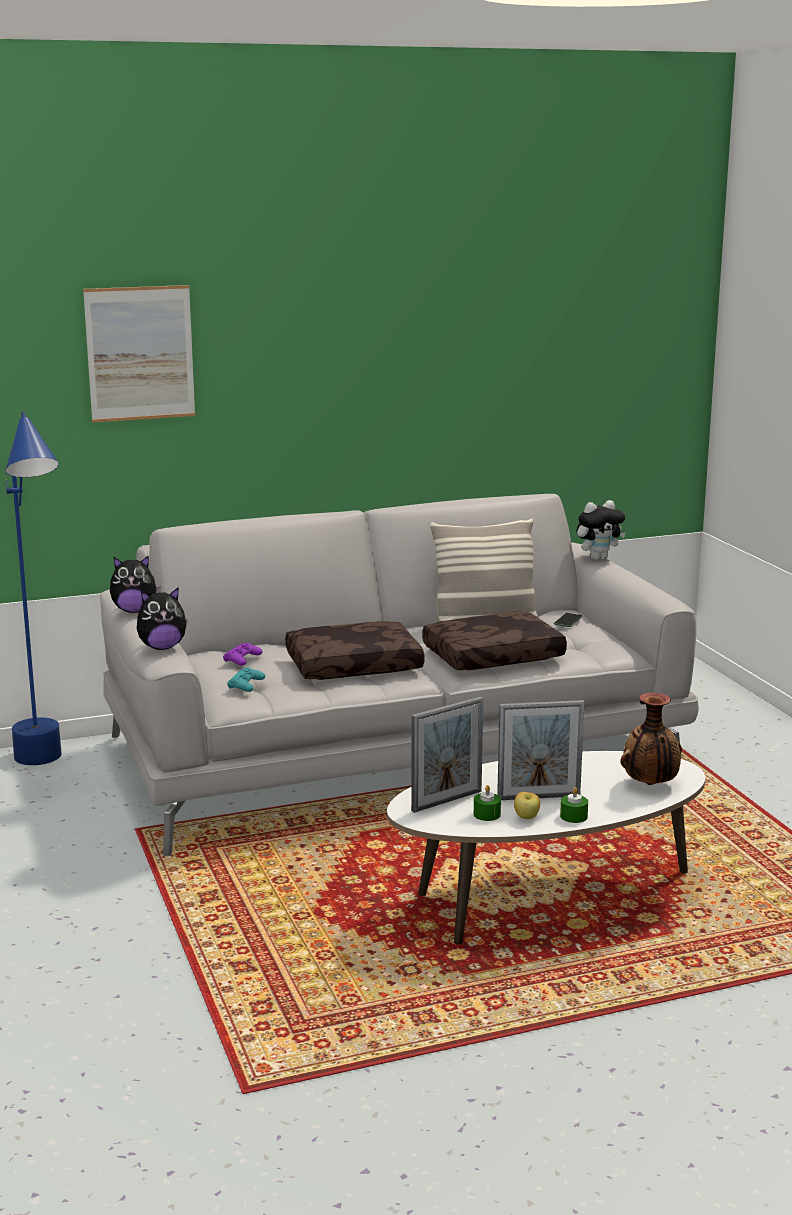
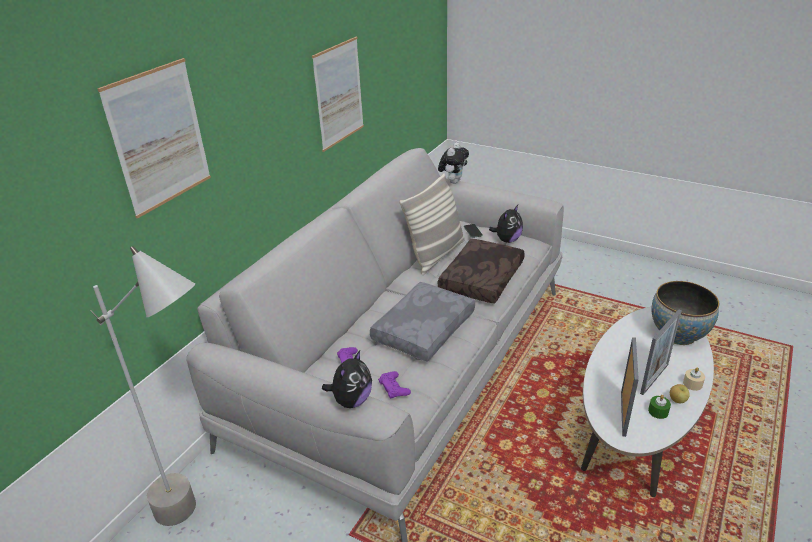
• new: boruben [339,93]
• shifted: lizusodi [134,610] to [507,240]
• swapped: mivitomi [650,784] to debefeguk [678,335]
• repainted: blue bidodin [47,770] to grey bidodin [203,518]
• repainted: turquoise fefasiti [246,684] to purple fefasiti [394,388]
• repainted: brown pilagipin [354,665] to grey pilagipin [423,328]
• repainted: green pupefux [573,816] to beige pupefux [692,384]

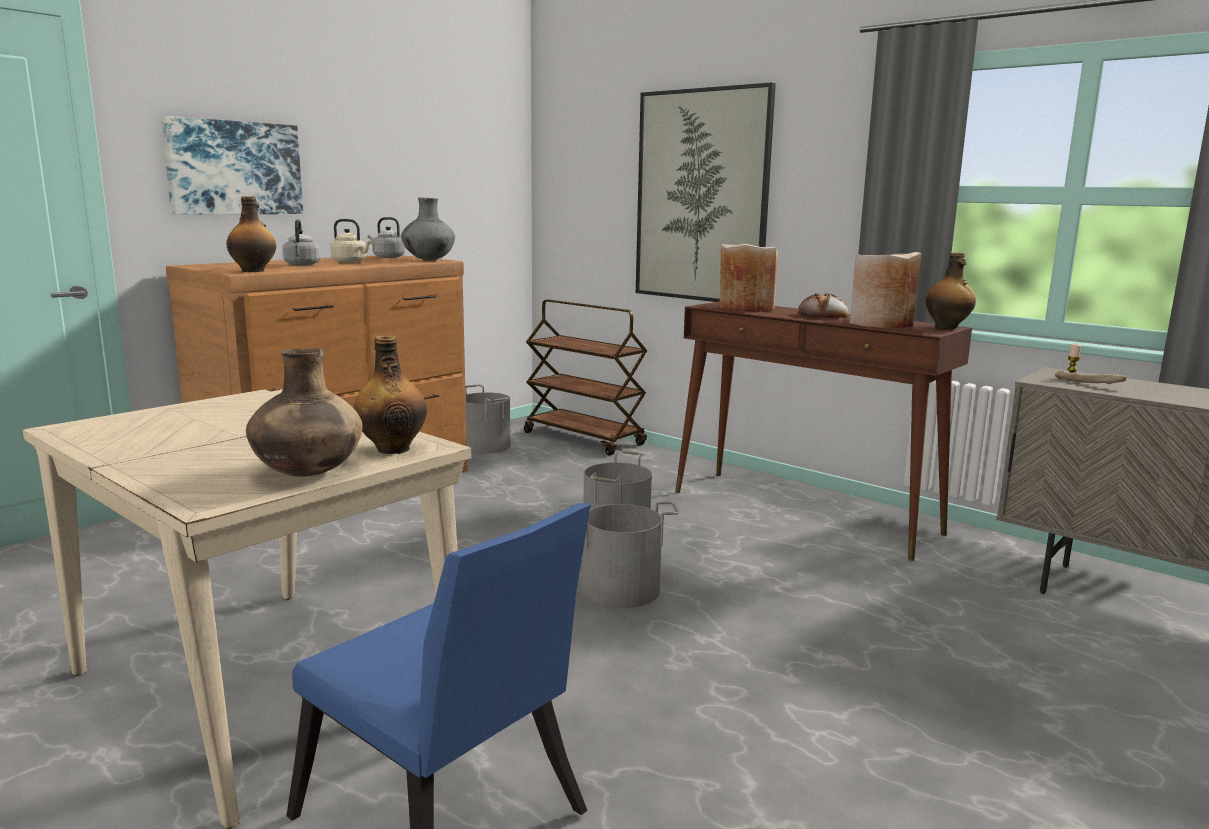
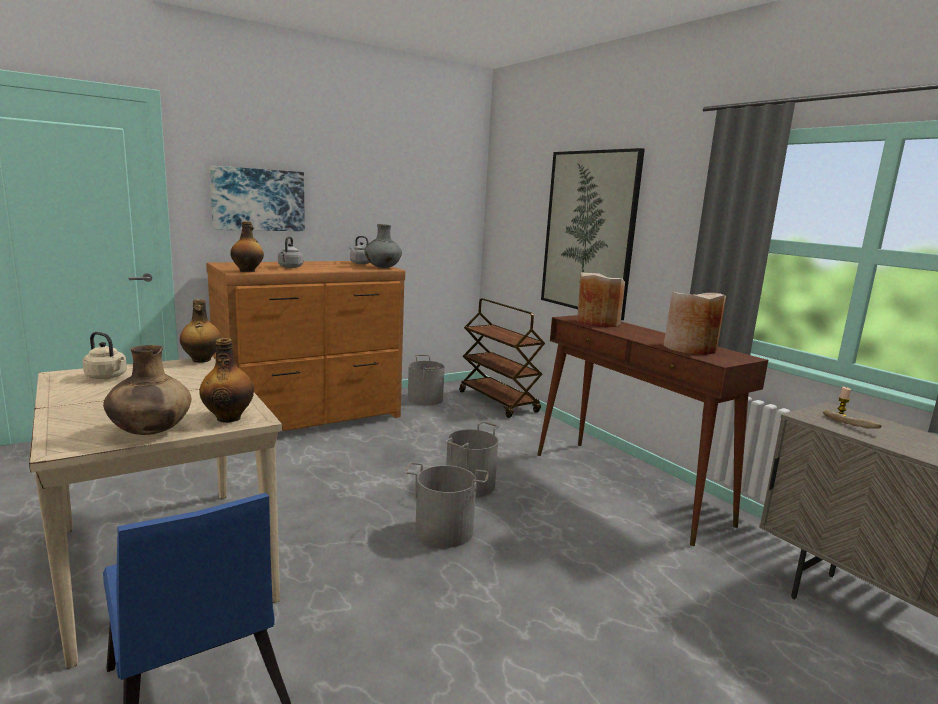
• gone: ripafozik [823,315]
• shifted: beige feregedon [351,262] to [107,377]
• shifted: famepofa [947,327] to [201,360]

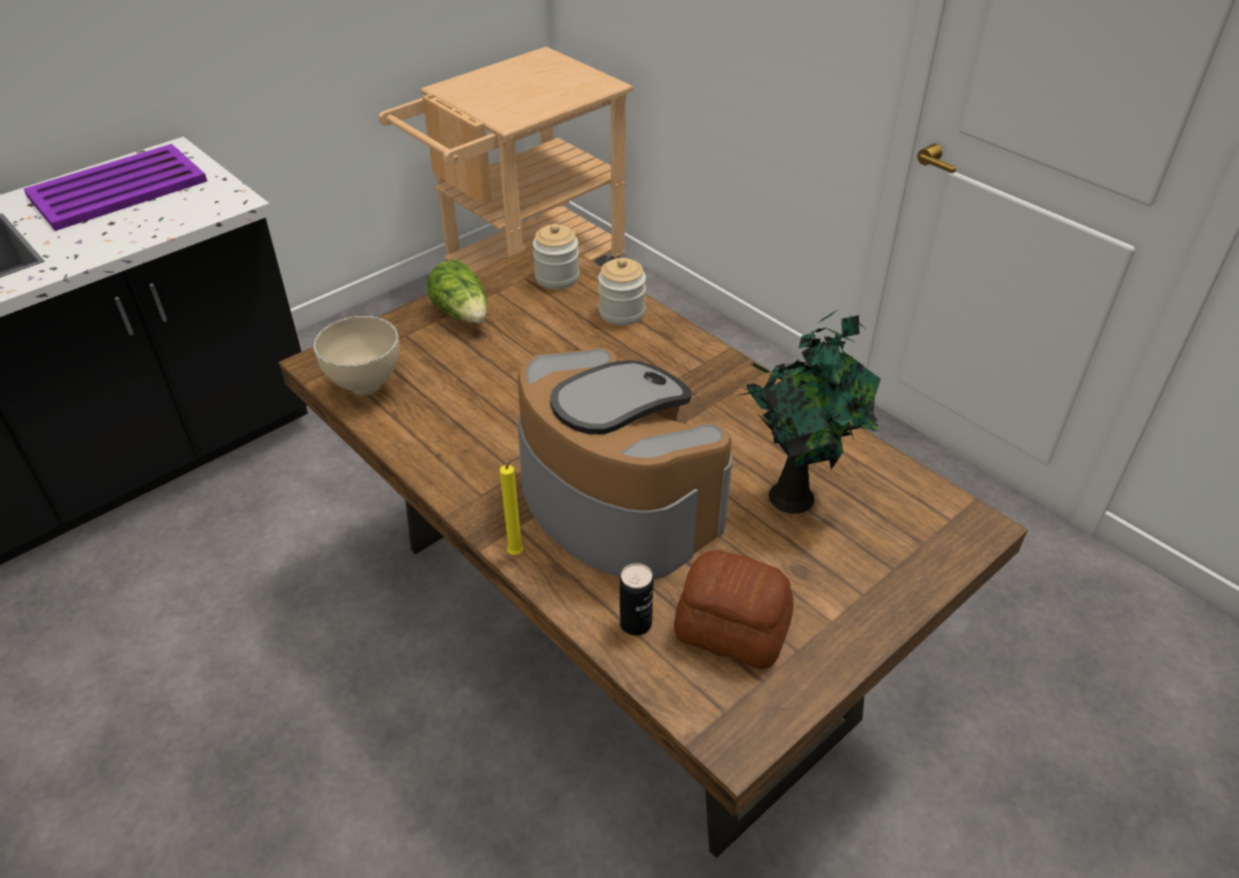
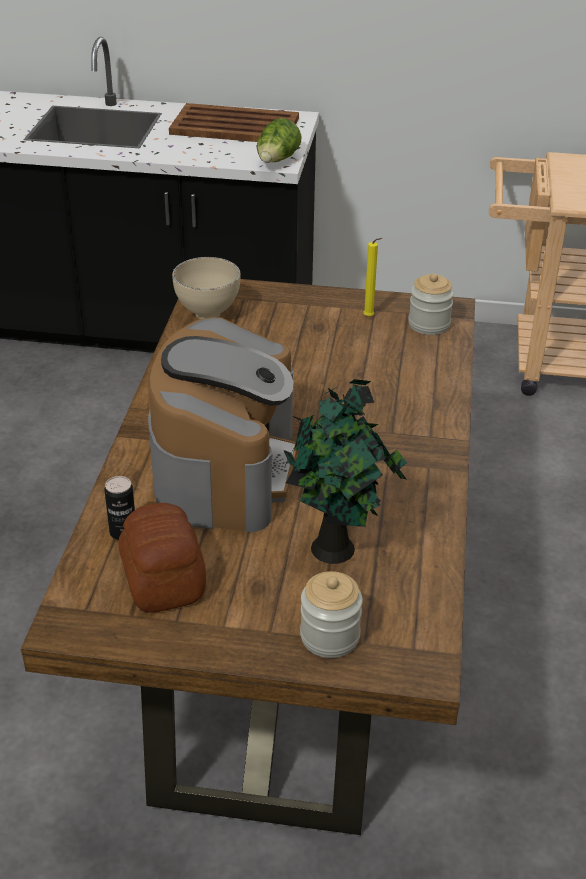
• shifted: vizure [463,313] to [277,161]
• shifted: yellow pupefux [518,553] to [370,317]
• shifted: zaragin [621,313] to [329,636]
• repainted: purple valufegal [120,188] to brown valufegal [236,126]

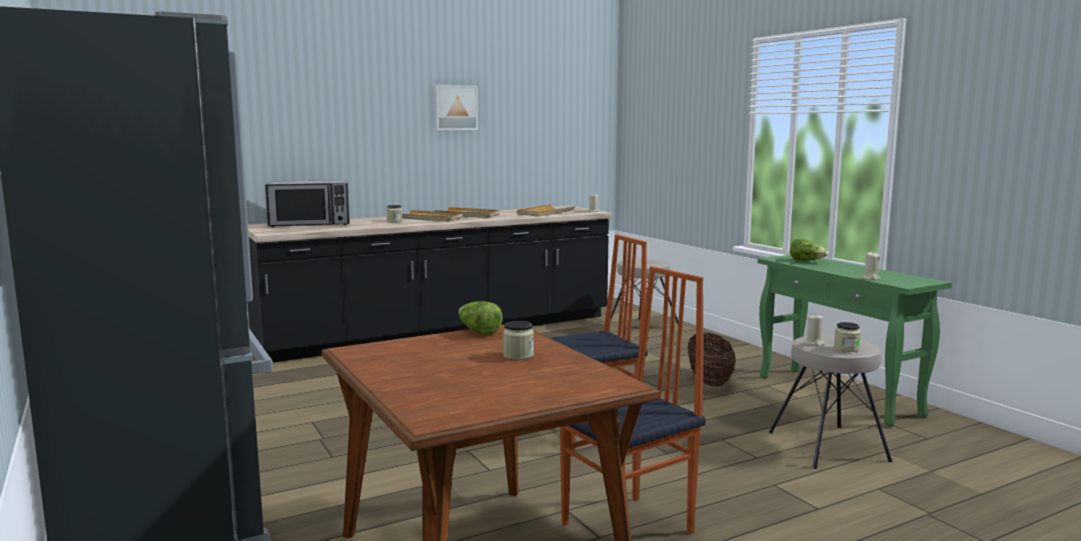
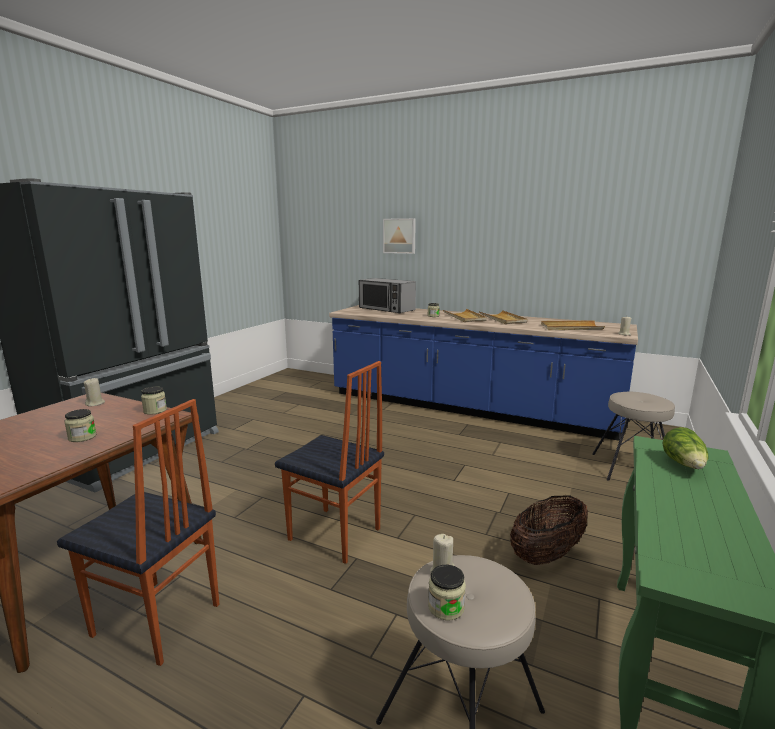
• shifted: boruben [455,107] to [399,236]
• shifted: beige pupefux [870,278] to [95,404]
• swapped: vizure [478,331] to zaragin [155,410]
• repainted: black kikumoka [440,331] to blue kikumoka [468,407]

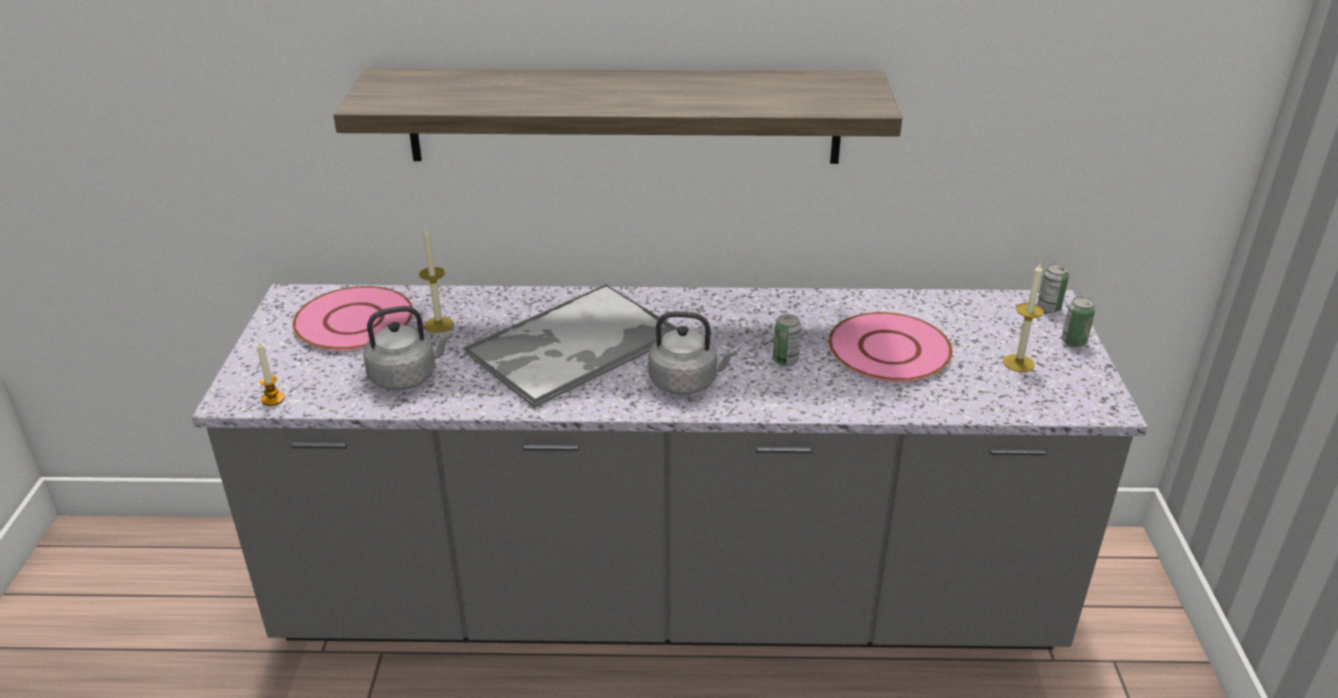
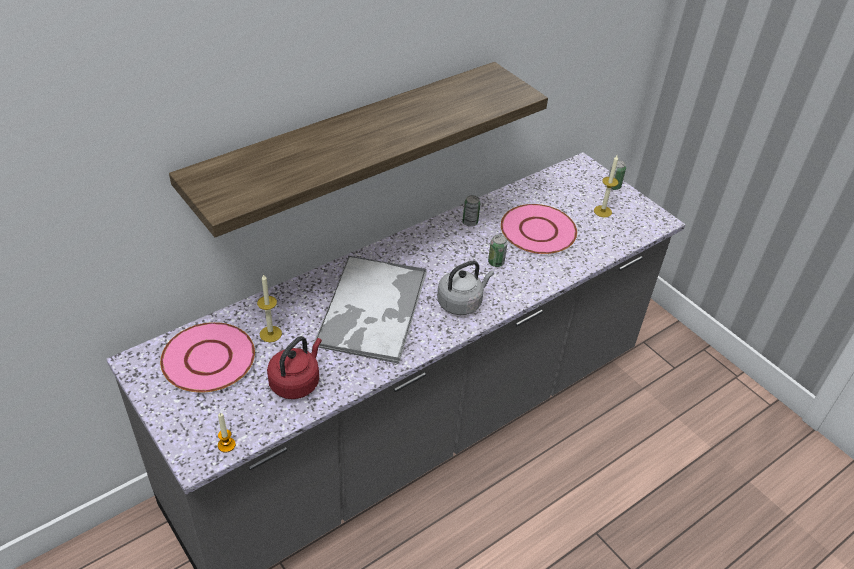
• shifted: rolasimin [1048,307] to [470,222]
• repainted: grey feregedon [407,377] to red feregedon [296,382]

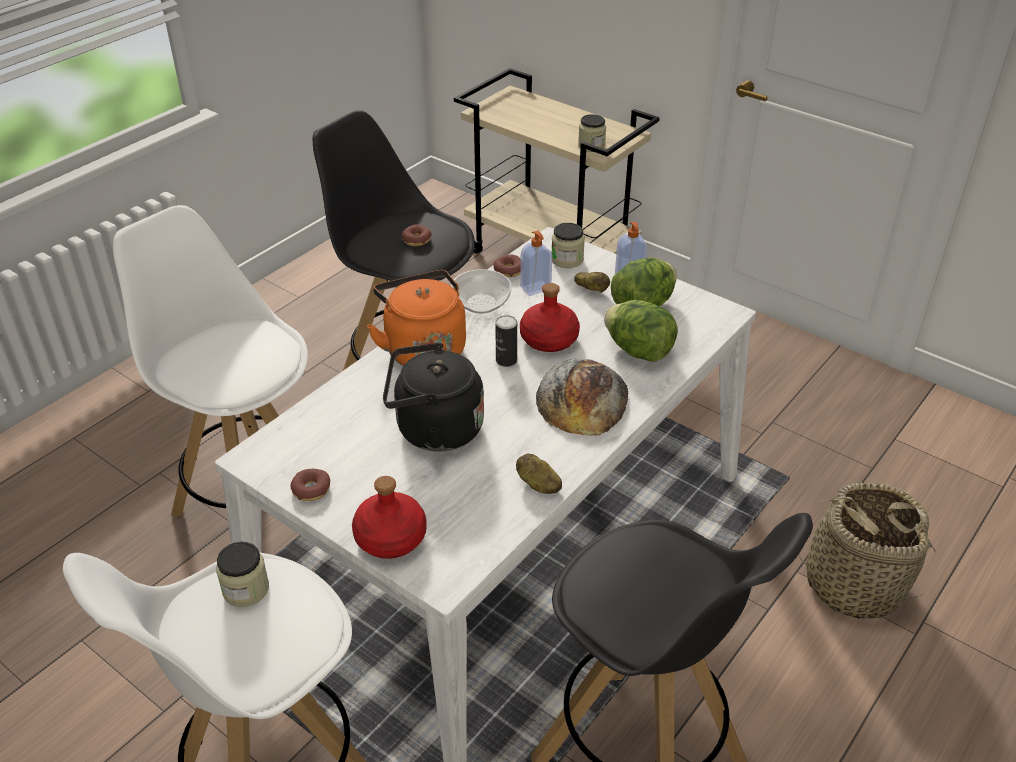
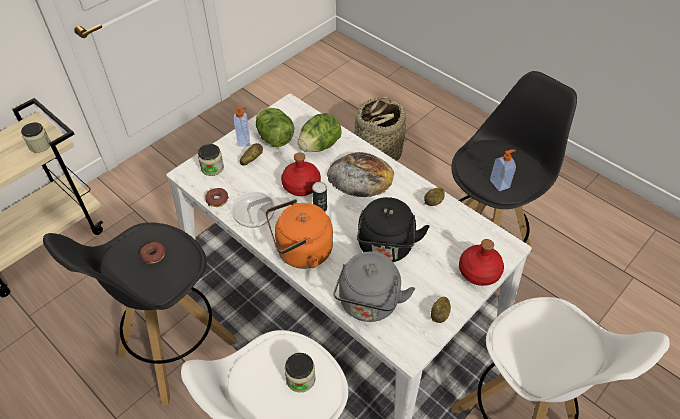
• new: grey feregedon [368,304]
• shifted: zaragin [246,589] to [300,379]
• shifted: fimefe [536,289] to [500,183]
• swapped: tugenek [311,489] to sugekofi [440,314]

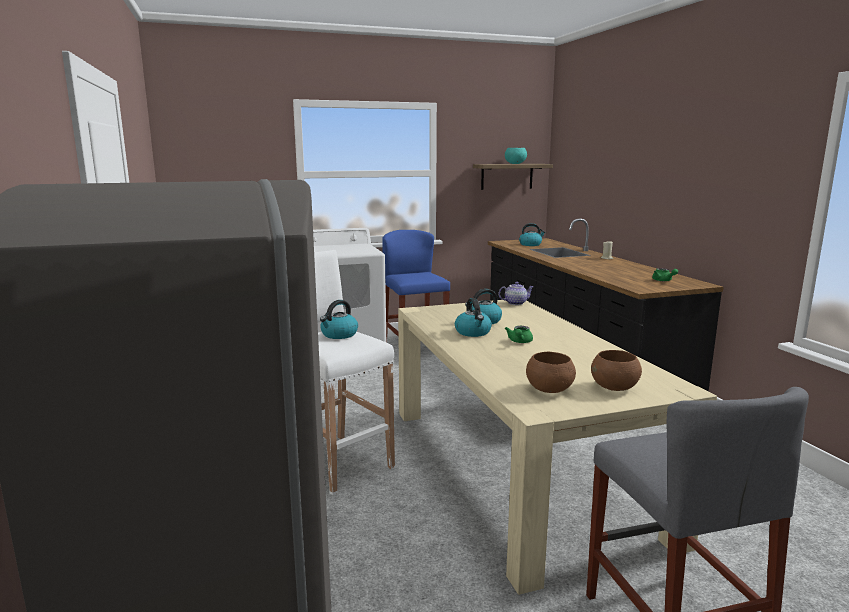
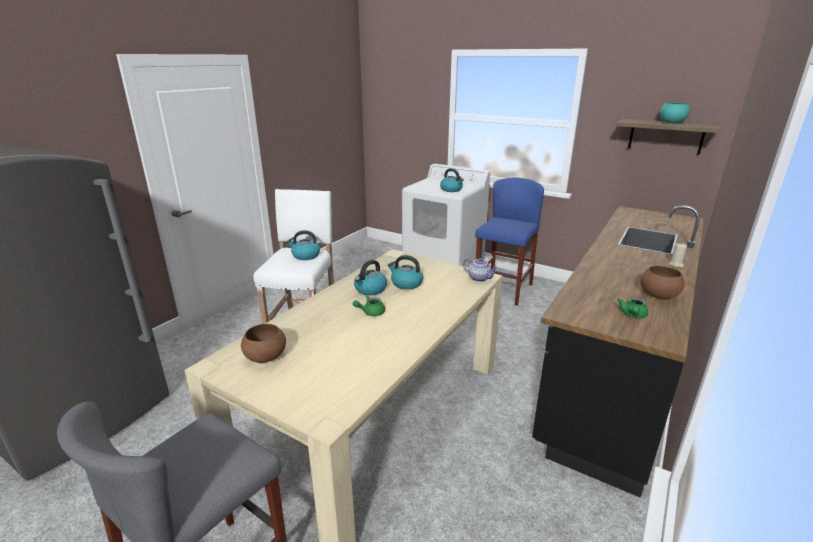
• shifted: feregedon [530,244] to [451,190]
• shifted: brown debefeguk [614,388] to [658,296]

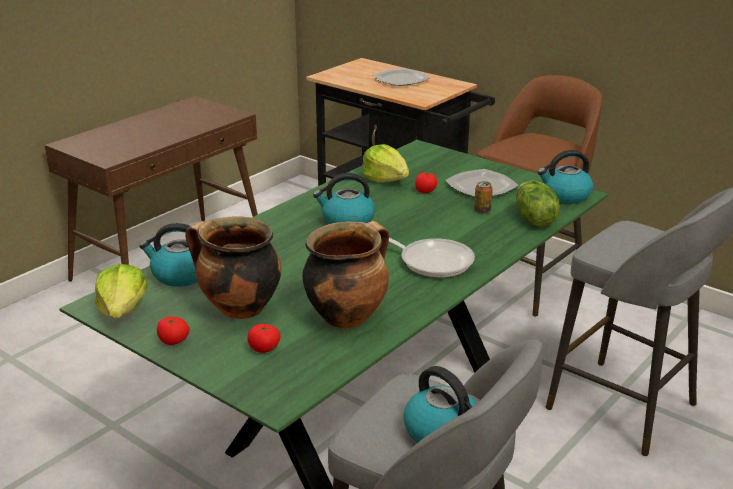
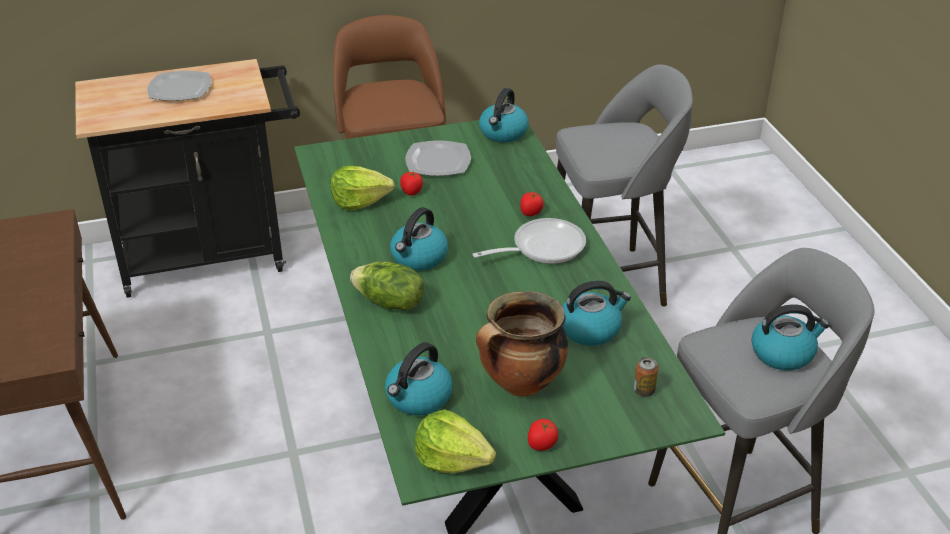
• shifted: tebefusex [264,349] to [530,212]
• shifted: rolasimin [482,211] to [644,391]
• shifted: vizure [533,219] to [389,302]
• swapped: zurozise [347,316] to feregedon [590,329]

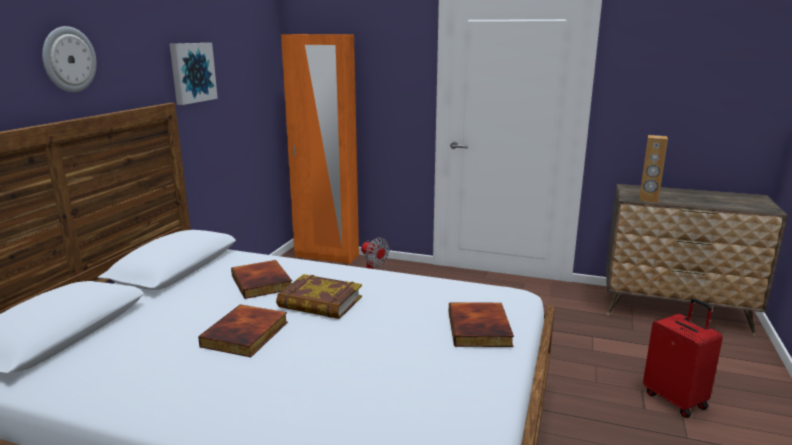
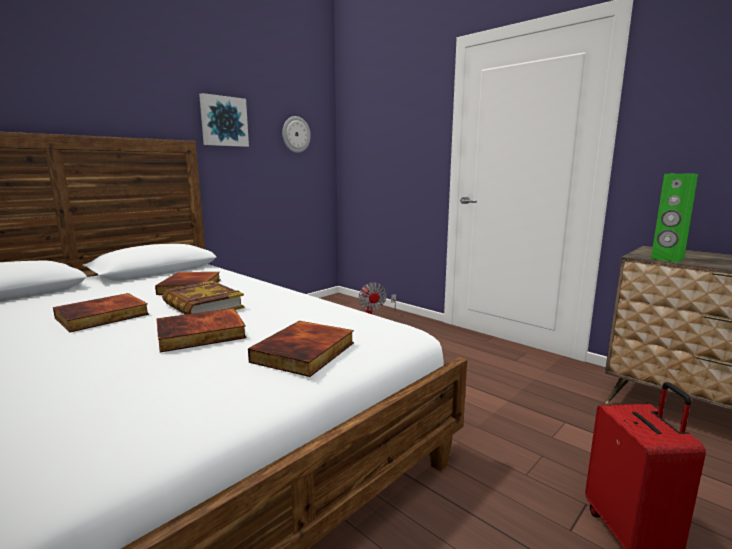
• gone: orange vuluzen [326,256]
• new: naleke [200,334]
• shifted: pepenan [68,59] to [295,134]
• repainted: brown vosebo [648,200] to green vosebo [667,259]

